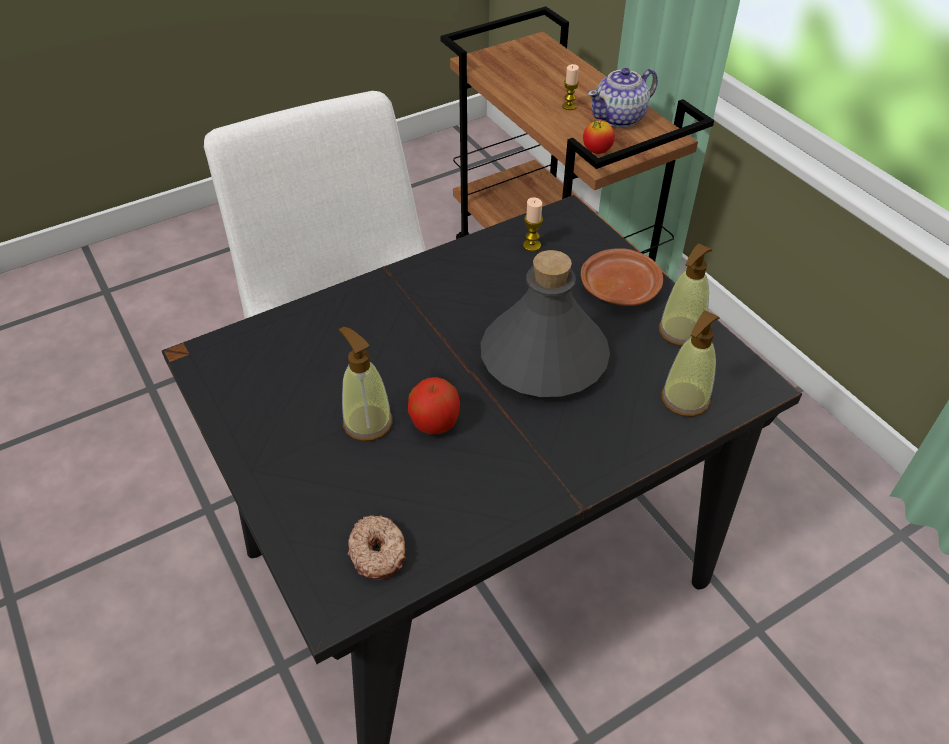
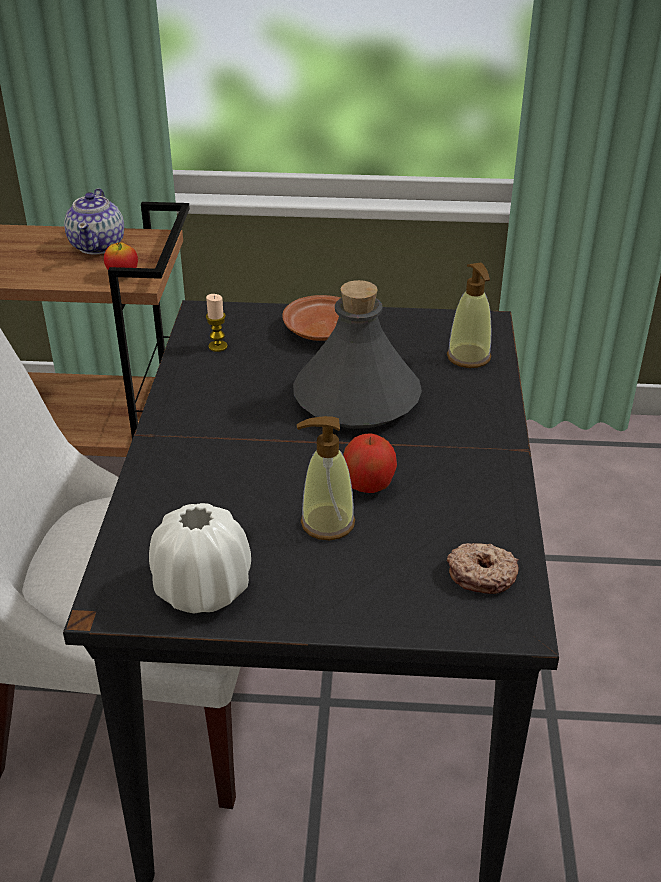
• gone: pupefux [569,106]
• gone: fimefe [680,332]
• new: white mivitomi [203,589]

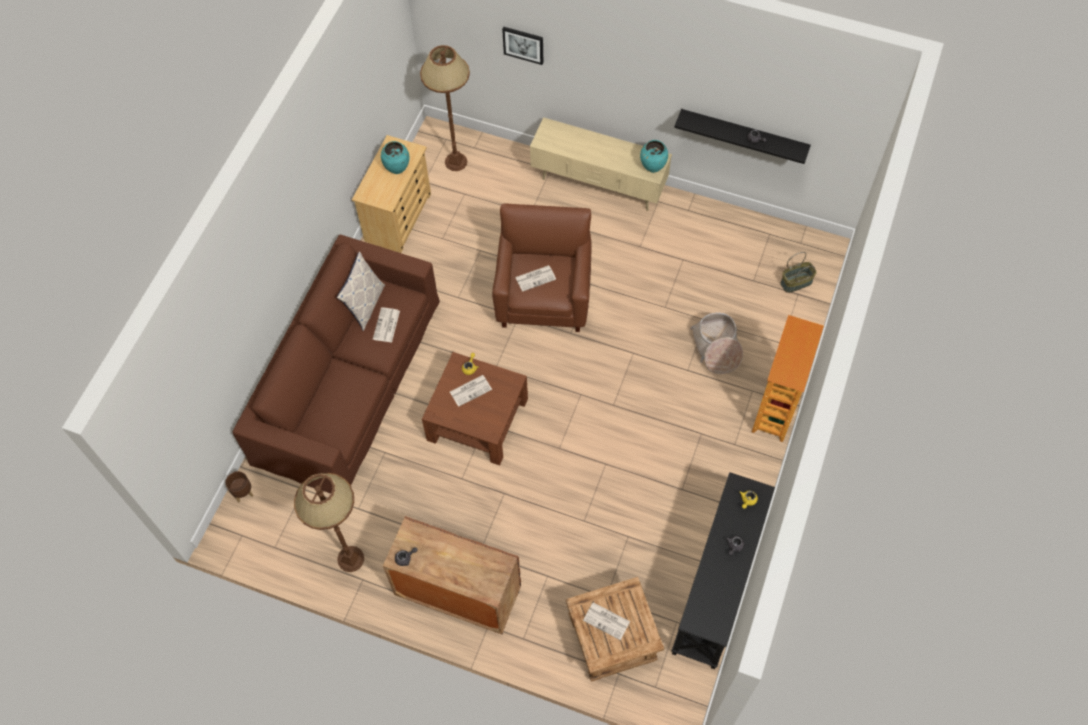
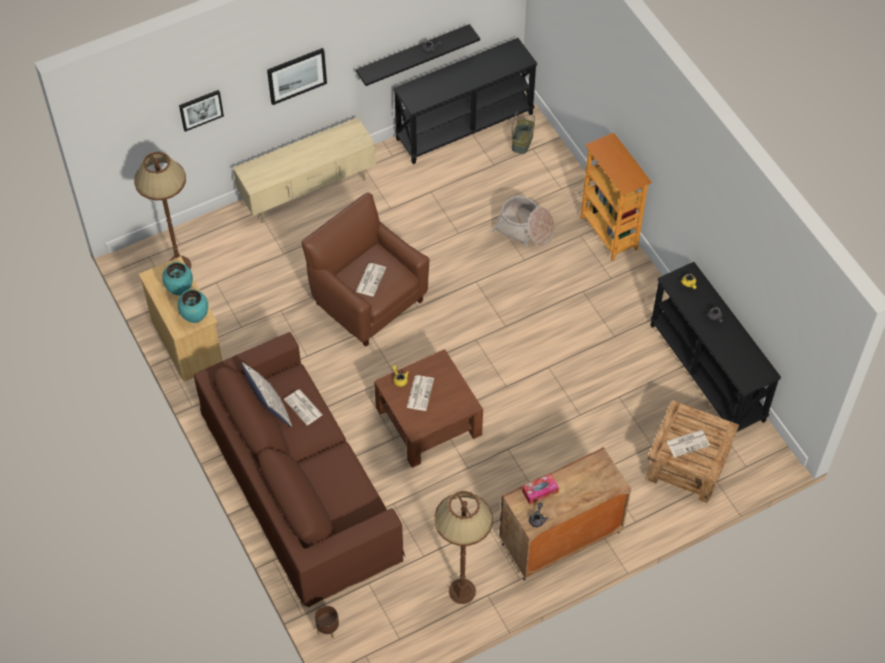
• new: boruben [296,75]
• new: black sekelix [464,125]
• new: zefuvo [540,491]
• shifted: turquoise mivitomi [652,167] to [195,317]

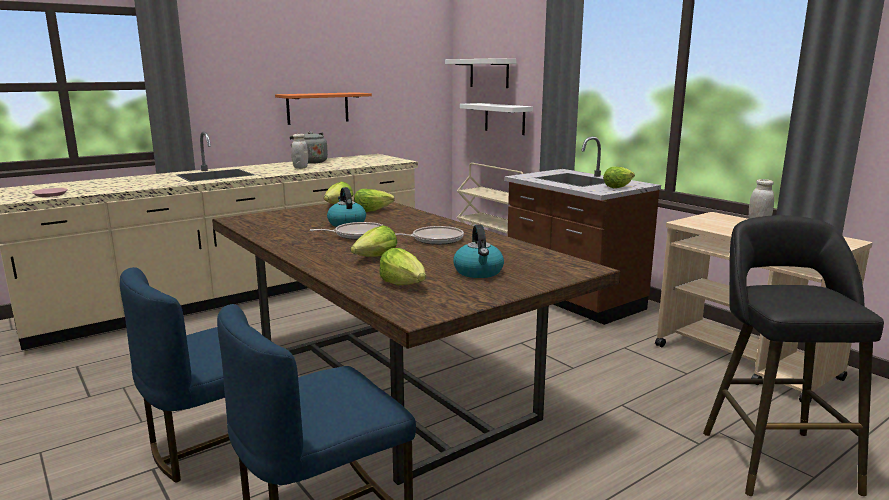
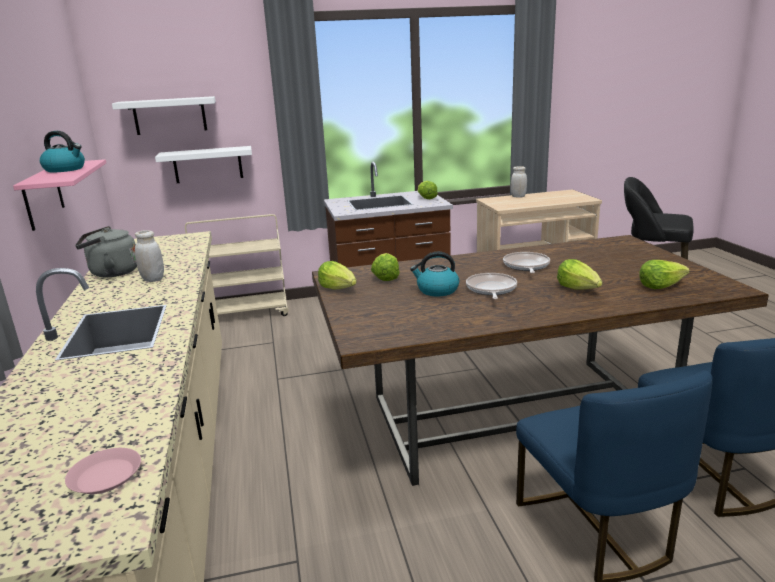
• shifted: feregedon [479,272] to [65,169]
• repainted: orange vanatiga [317,108] to pink vanatiga [43,195]

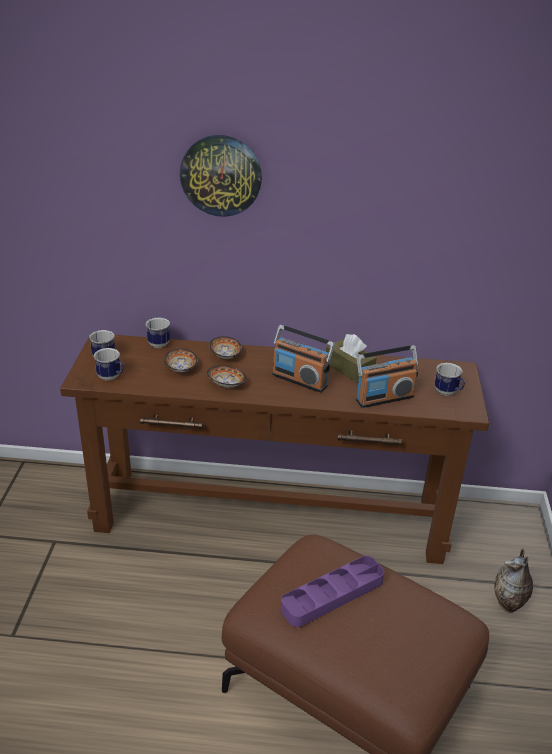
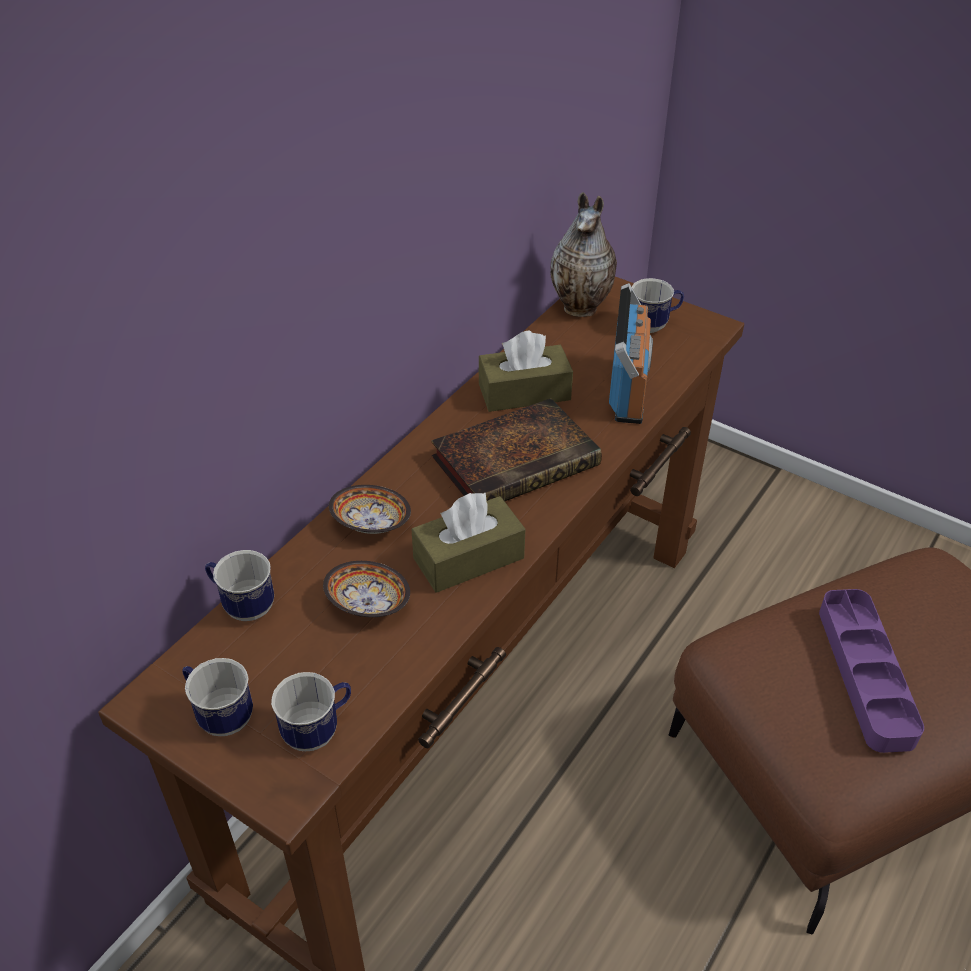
• gone: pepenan [221,175]
• shifted: mivitomi [508,606] to [582,308]
• swapped: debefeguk [226,384] to brown zefuvo [468,558]
• swapped: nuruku [300,380] to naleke [518,460]

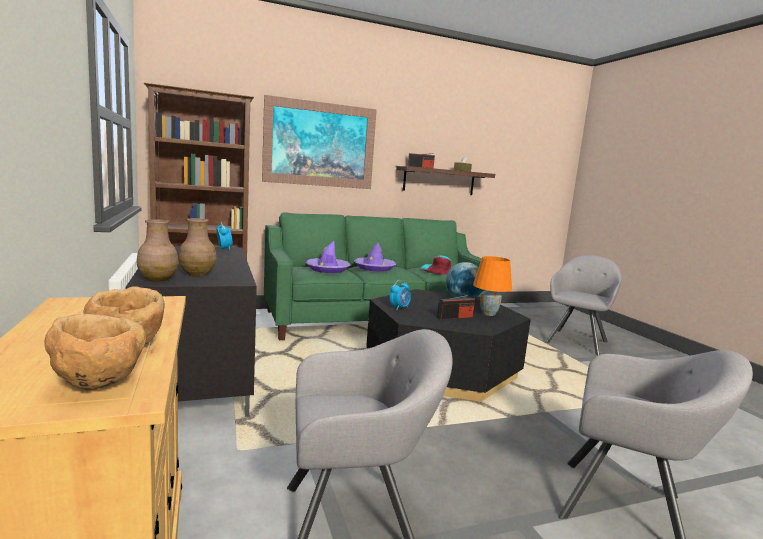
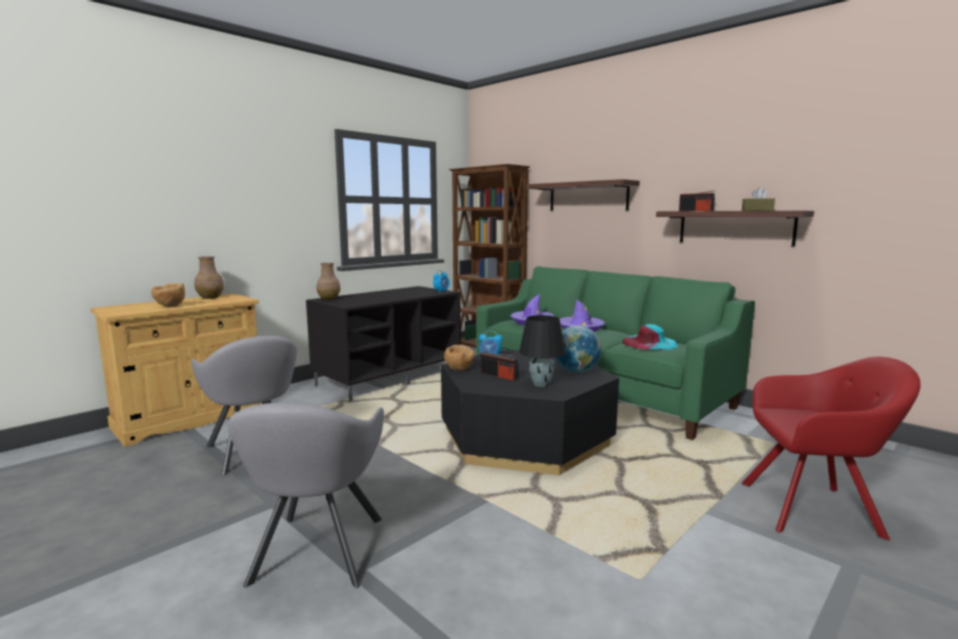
• shifted: brown debefeguk [99,384] to [459,370]
• shifted: brown mivitomi [198,274] to [210,297]
• swapped: boruben [320,144] to vanatiga [588,196]
• repainted: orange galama [489,314] to black galama [541,384]
• repainted: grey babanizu [577,341] to red babanizu [815,509]

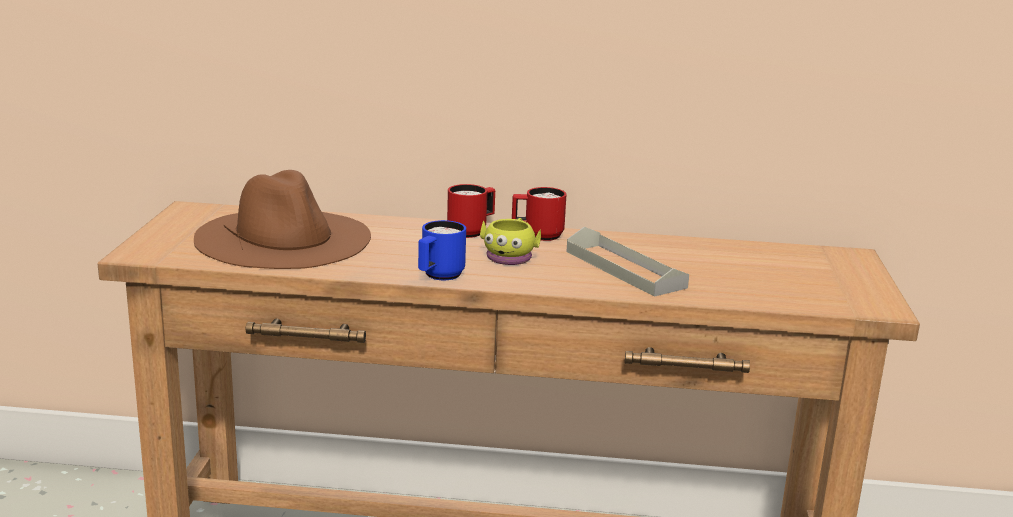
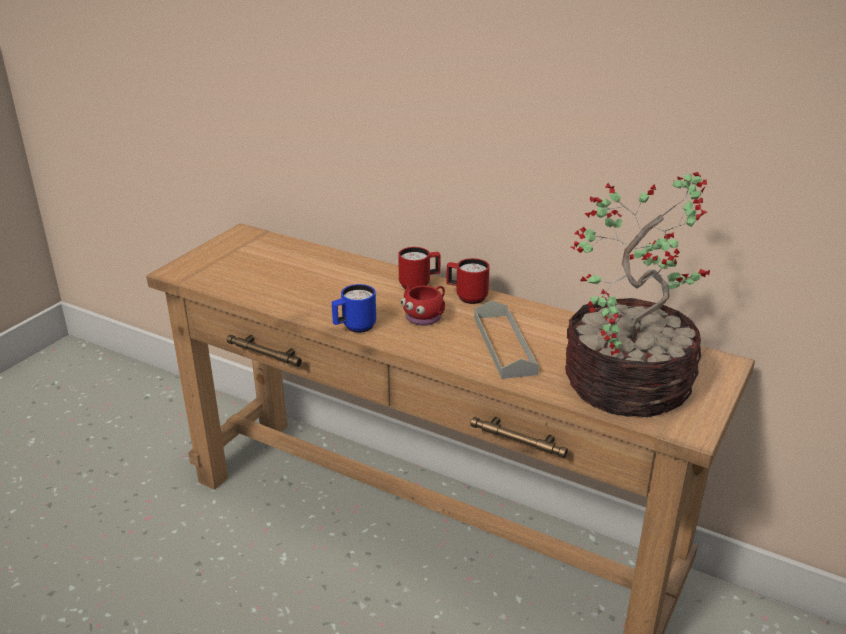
• gone: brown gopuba [283,238]
• new: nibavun [629,384]
• repainted: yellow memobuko [510,256] to red memobuko [425,316]

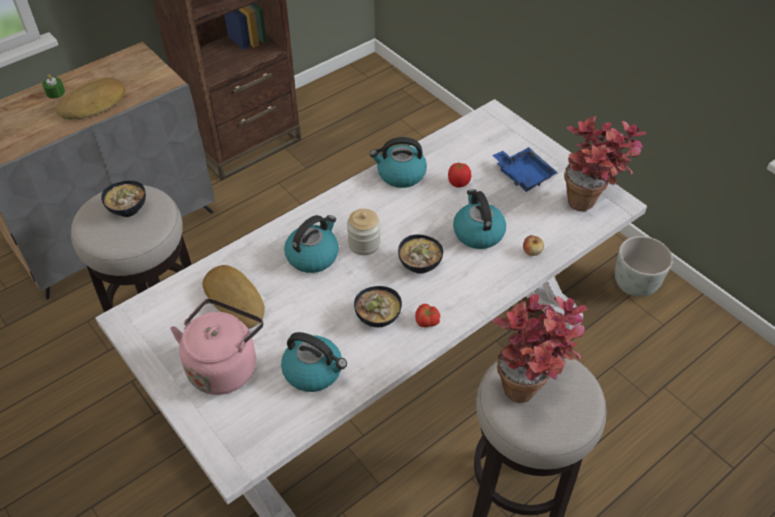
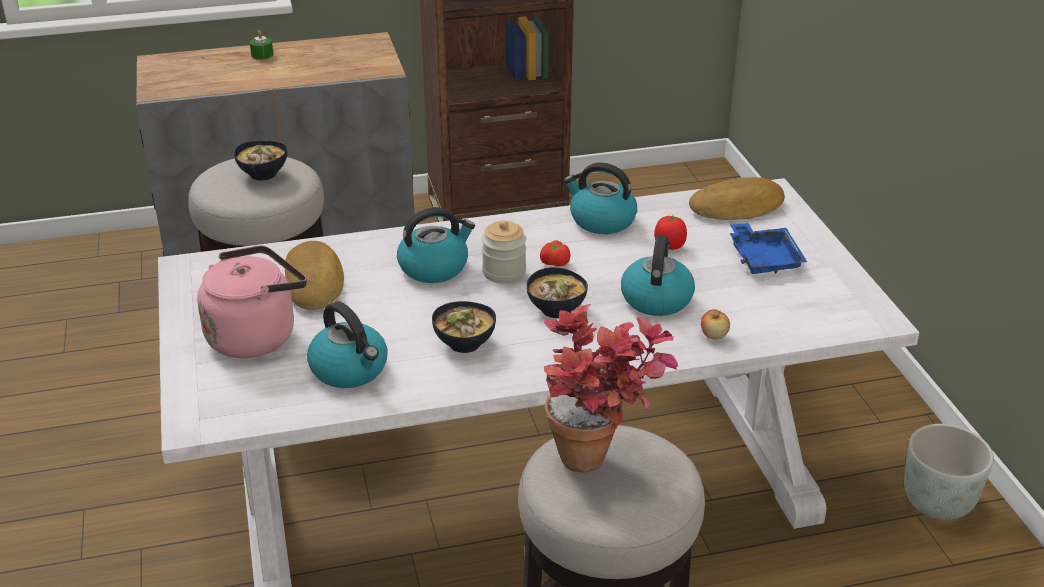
• gone: nibavun [590,202]
• shifted: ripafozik [94,104] to [738,208]
• shifted: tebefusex [426,321] to [554,263]

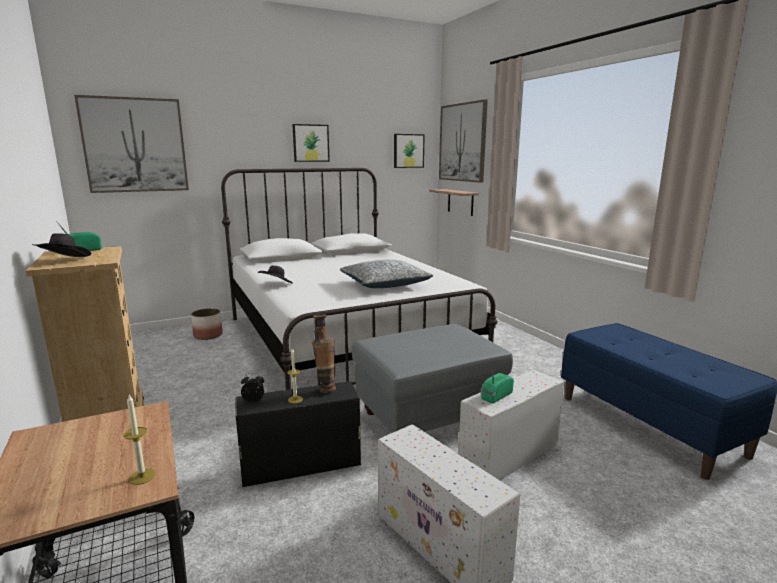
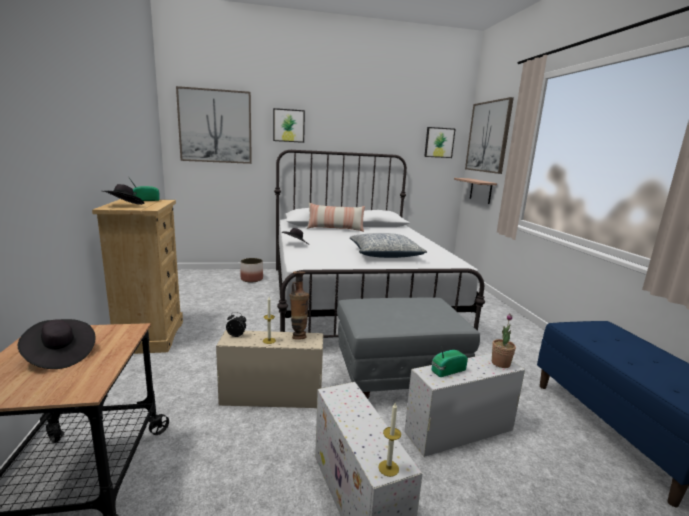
• new: black gopuba [59,356]
• new: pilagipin [335,229]
• new: nibavun [500,363]
• shifted: pupefux [142,476] to [388,468]
• shifted: boruben [310,143] to [288,125]
• repainted: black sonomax [299,465] to beige sonomax [270,397]

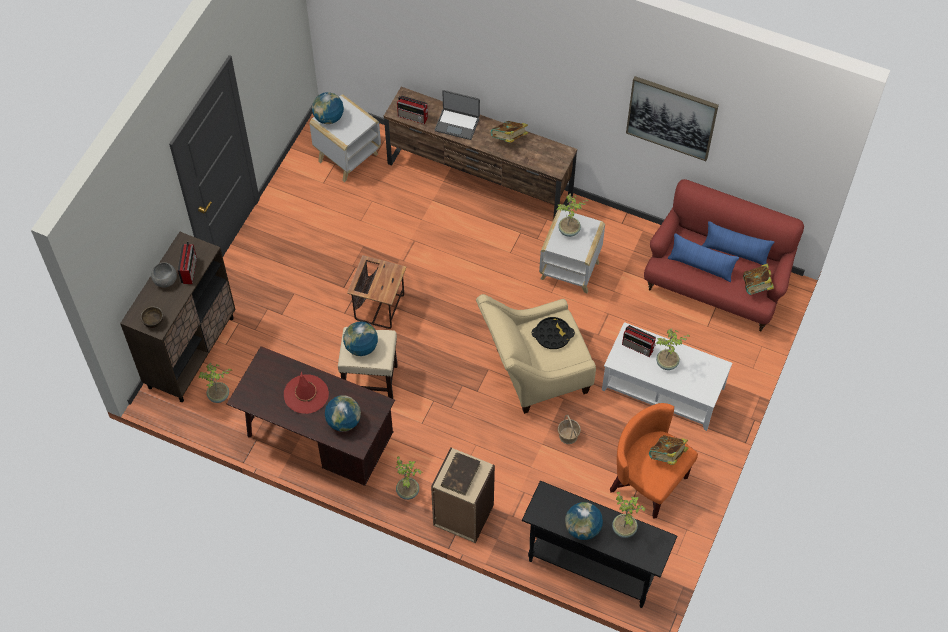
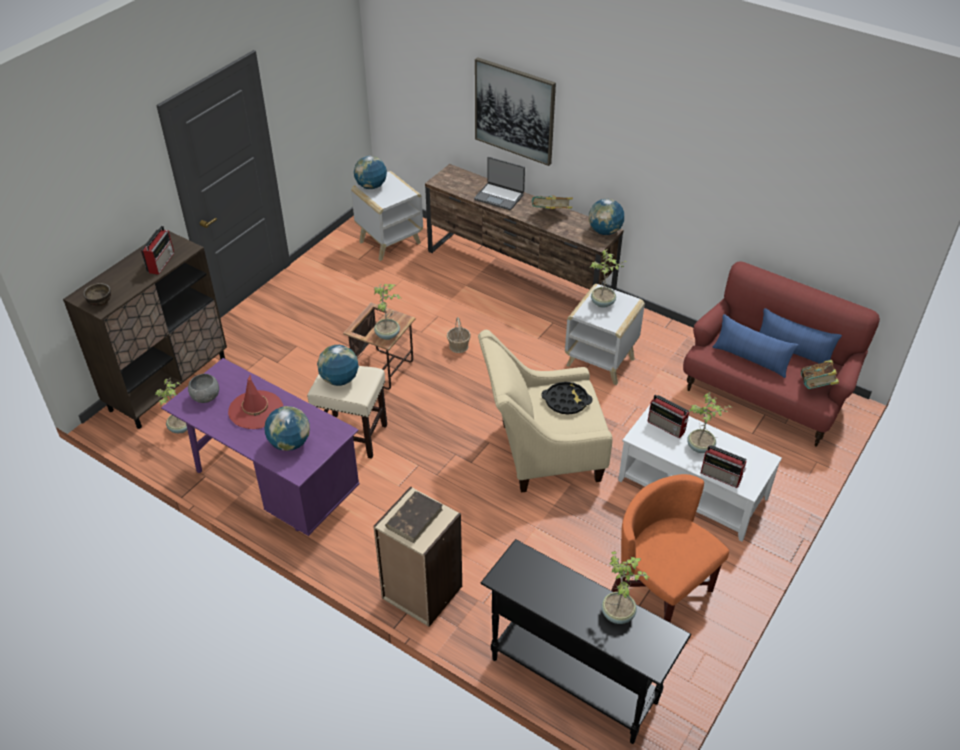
• gone: naleke [667,456]
• shifted: grey debefeguk [165,280] to [206,396]
• shifted: nibavun [408,491] to [388,334]
• shifted: nuruku [413,117] to [722,476]
• shifted: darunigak [568,436] to [458,346]
• shifted: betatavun [582,528] to [605,231]
• shifted: boruben [671,117] to [514,111]
• repainted: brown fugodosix [317,442] to purple fugodosix [273,488]

